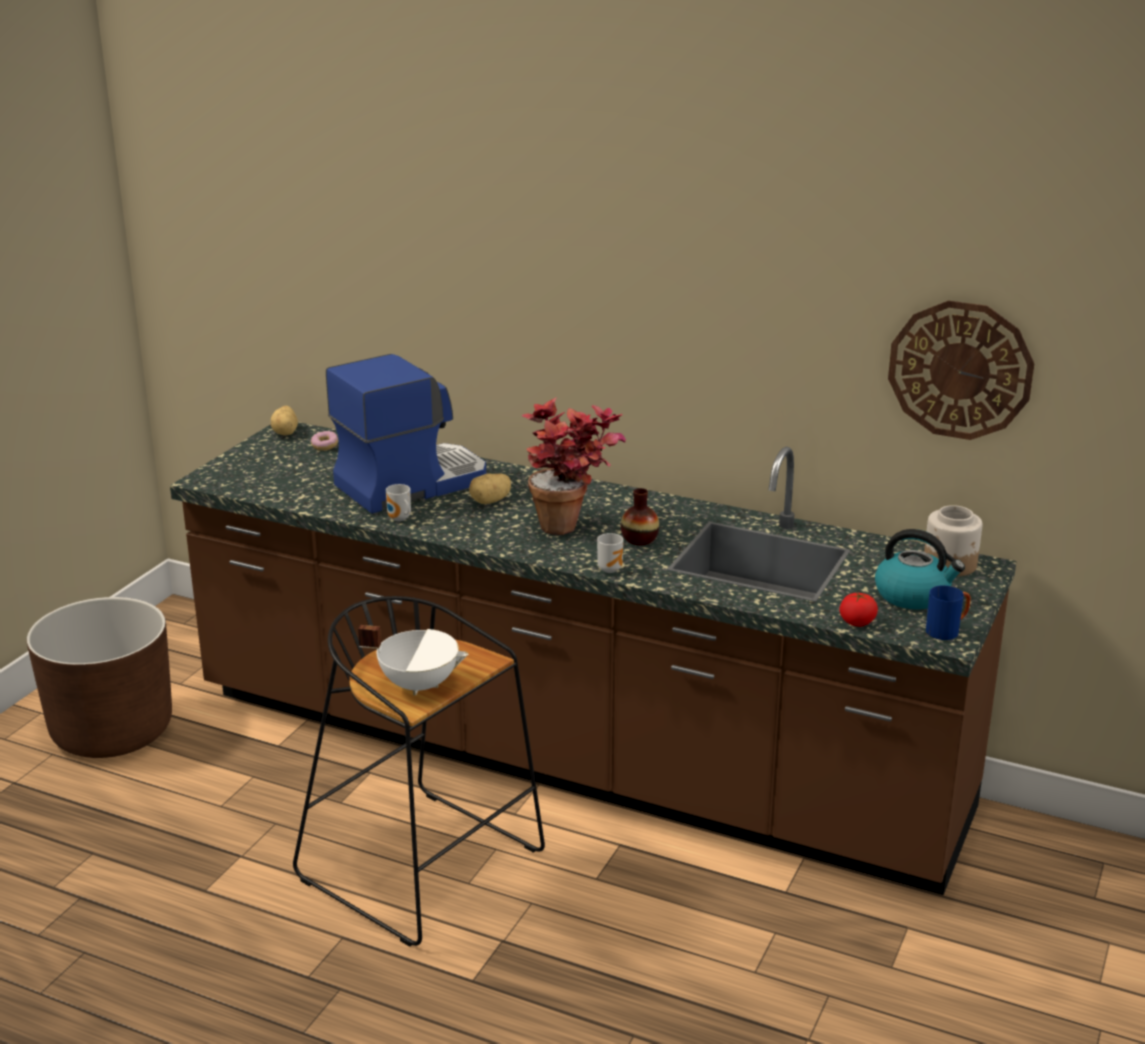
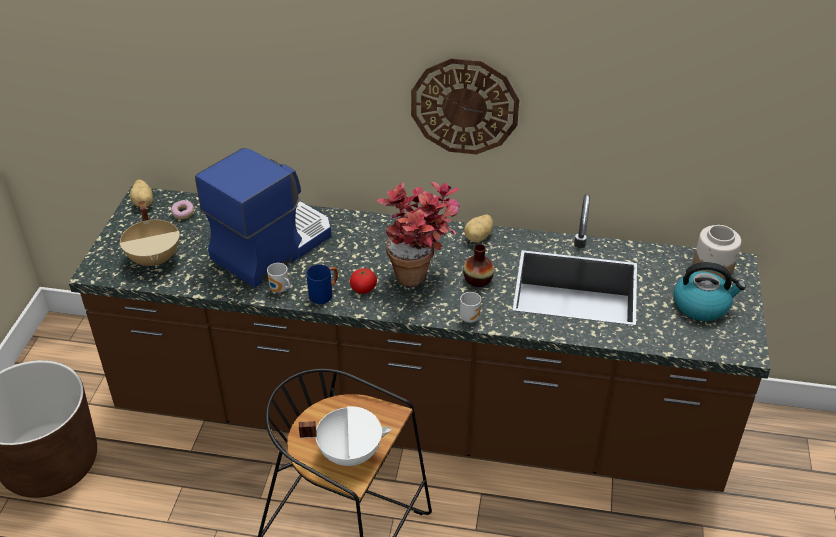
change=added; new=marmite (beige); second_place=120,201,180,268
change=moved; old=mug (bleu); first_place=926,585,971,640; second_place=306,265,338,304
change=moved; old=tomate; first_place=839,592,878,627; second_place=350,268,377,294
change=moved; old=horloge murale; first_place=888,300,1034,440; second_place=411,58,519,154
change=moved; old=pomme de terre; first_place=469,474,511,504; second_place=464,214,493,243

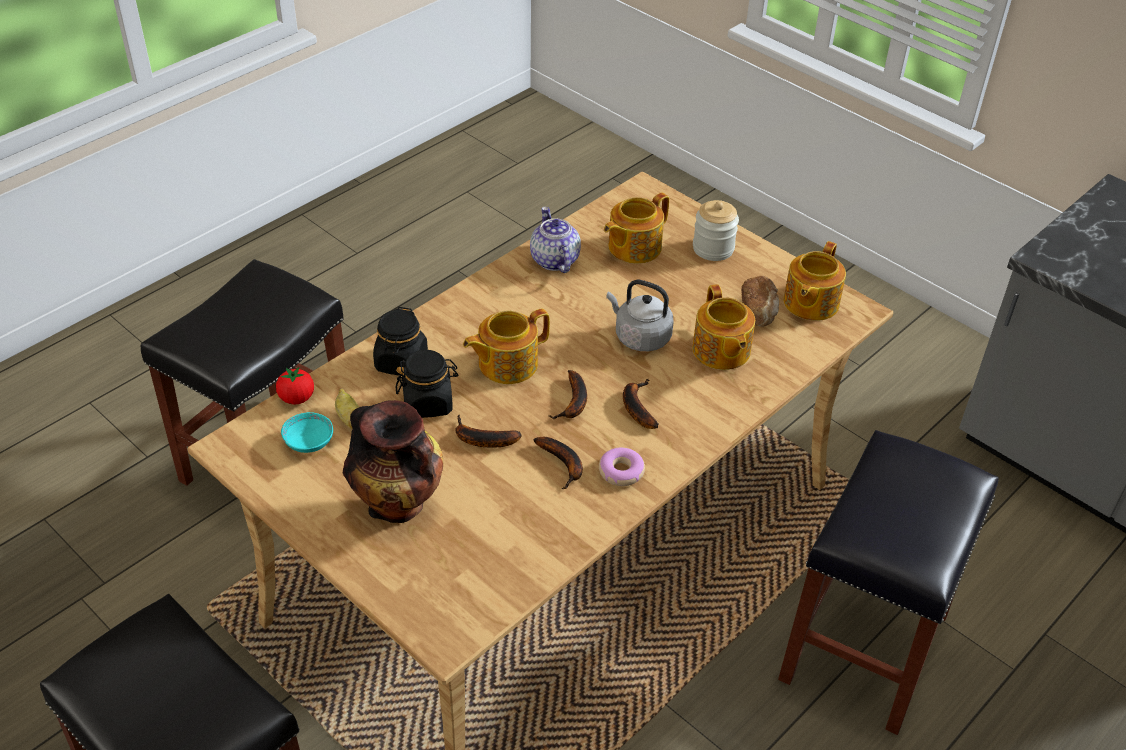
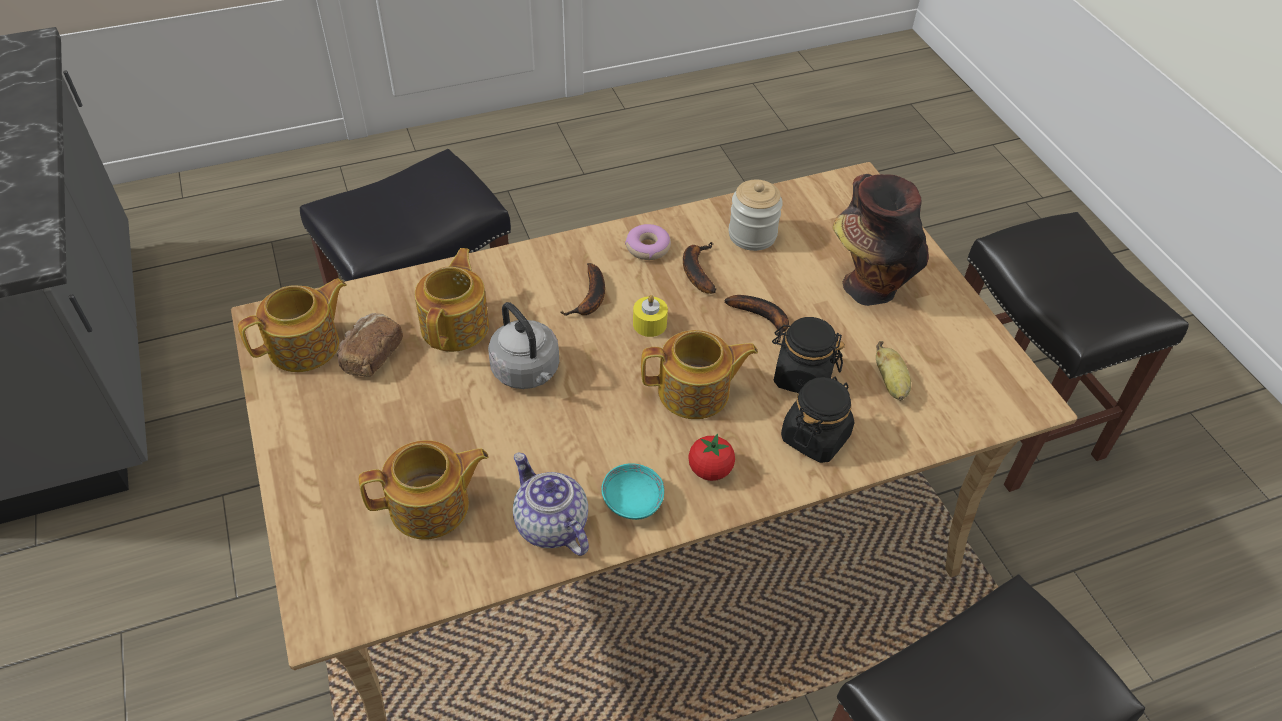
change=turned; old=théière; first_place=530,207,581,273; second_place=513,452,589,556; degrees=135
change=moved; old=bol (turquoise); first_place=281,412,333,453; second_place=601,464,664,520
change=replaced; old=banane; new=bougie (jaune); first_place=549,370,587,419; second_place=633,295,668,337
change=moved; old=tomate; first_place=276,367,314,405; second_place=688,434,735,481
change=moved; old=bocal; first_place=693,200,739,261; second_place=729,180,783,251

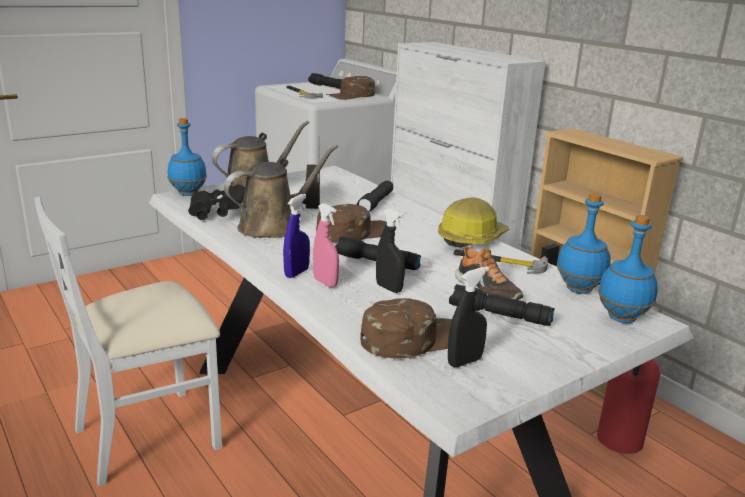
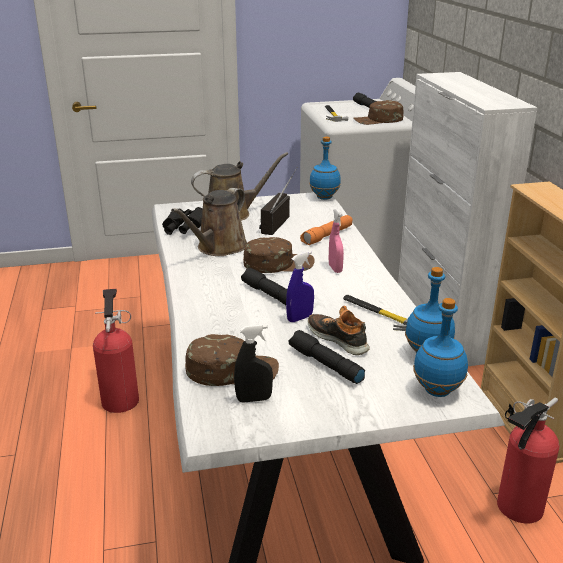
change=replaced; old=chaise (blanc); new=extincteur; first_place=34,197,222,486; second_place=93,289,139,413
change=turned; old=arrosoir (marron); first_place=224,144,338,238; second_place=171,188,247,256; degrees=135
change=moved; old=vaporisateur (bleu); first_place=283,194,310,278; second_place=286,251,314,322
change=recoloured; old=lampe de poche (noir); new=lampe de poche (orange); first_place=357,181,393,212; second_place=300,215,352,245
change=turned; old=chaussure; first_place=455,246,523,300; second_place=308,306,370,355; degrees=150
change=moved; old=bouteille (bleu); first_place=167,118,207,196; second_place=309,136,341,200
change=moved; old=vaporisateur (rose); first_place=313,203,339,287; second_place=329,209,344,273
change=removed; old=vaporisateur (noir); first_place=376,208,405,293
change=removed; old=casque de chantier; first_place=438,197,509,248

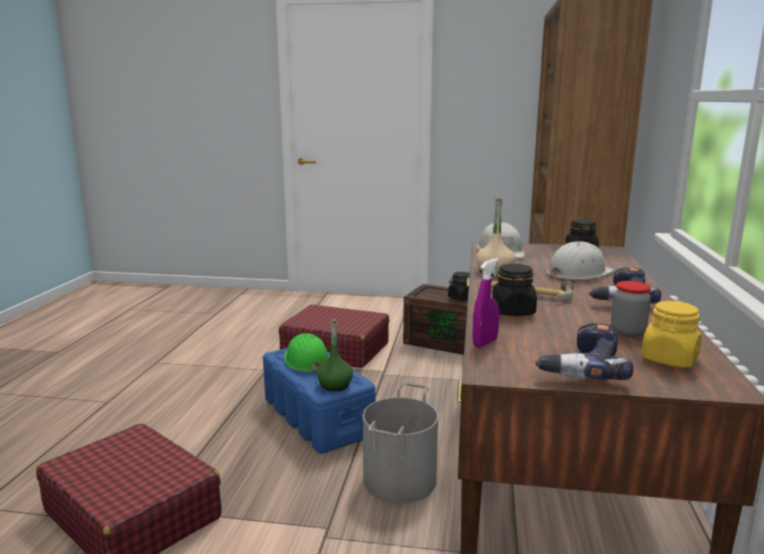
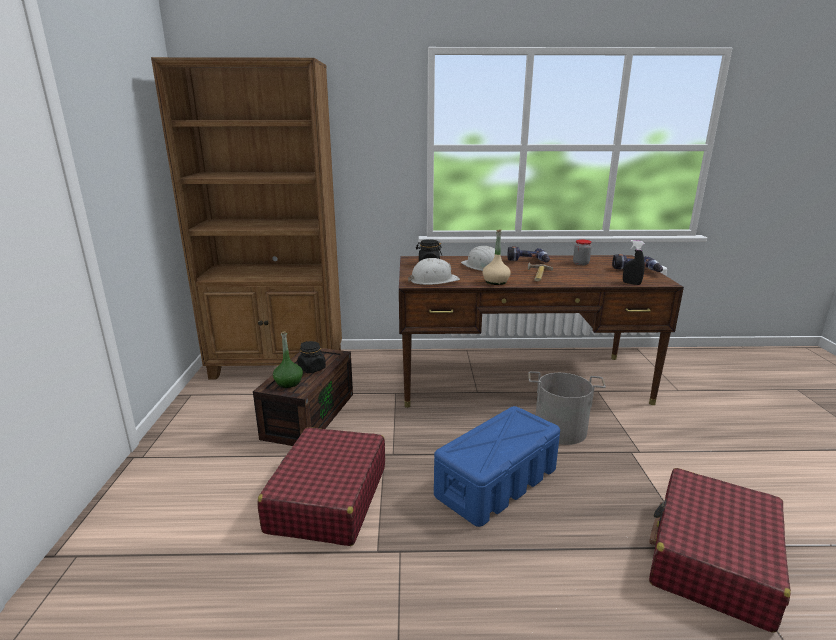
change=moved; old=bouteille (vert); first_place=317,319,353,391; second_place=273,331,303,388
change=recoloured; old=vaporisateur (violet); new=vaporisateur (noir); first_place=472,258,500,347; second_place=623,240,645,285
change=removed; old=casque de chantier (vert); first_place=284,333,329,373
change=removed; old=bocal (noir); first_place=492,264,537,316
change=removed; old=bocal (jaune); first_place=641,301,702,368

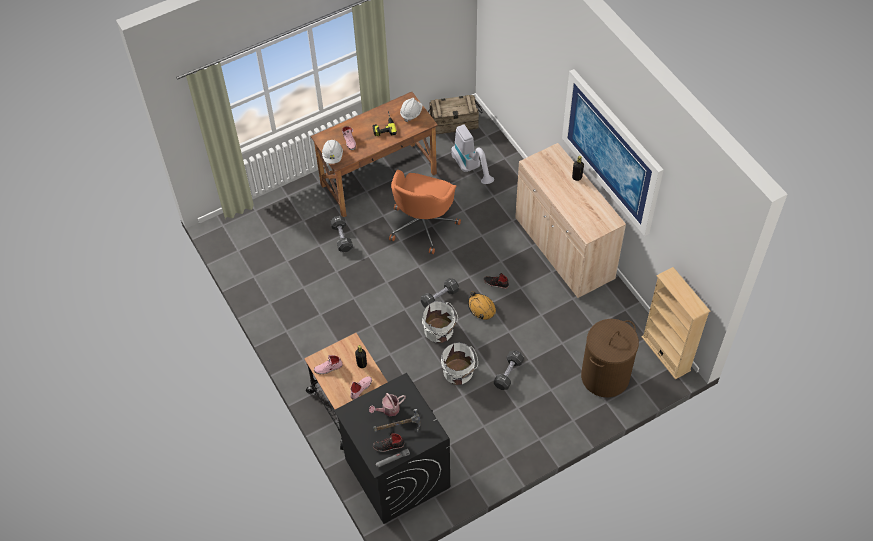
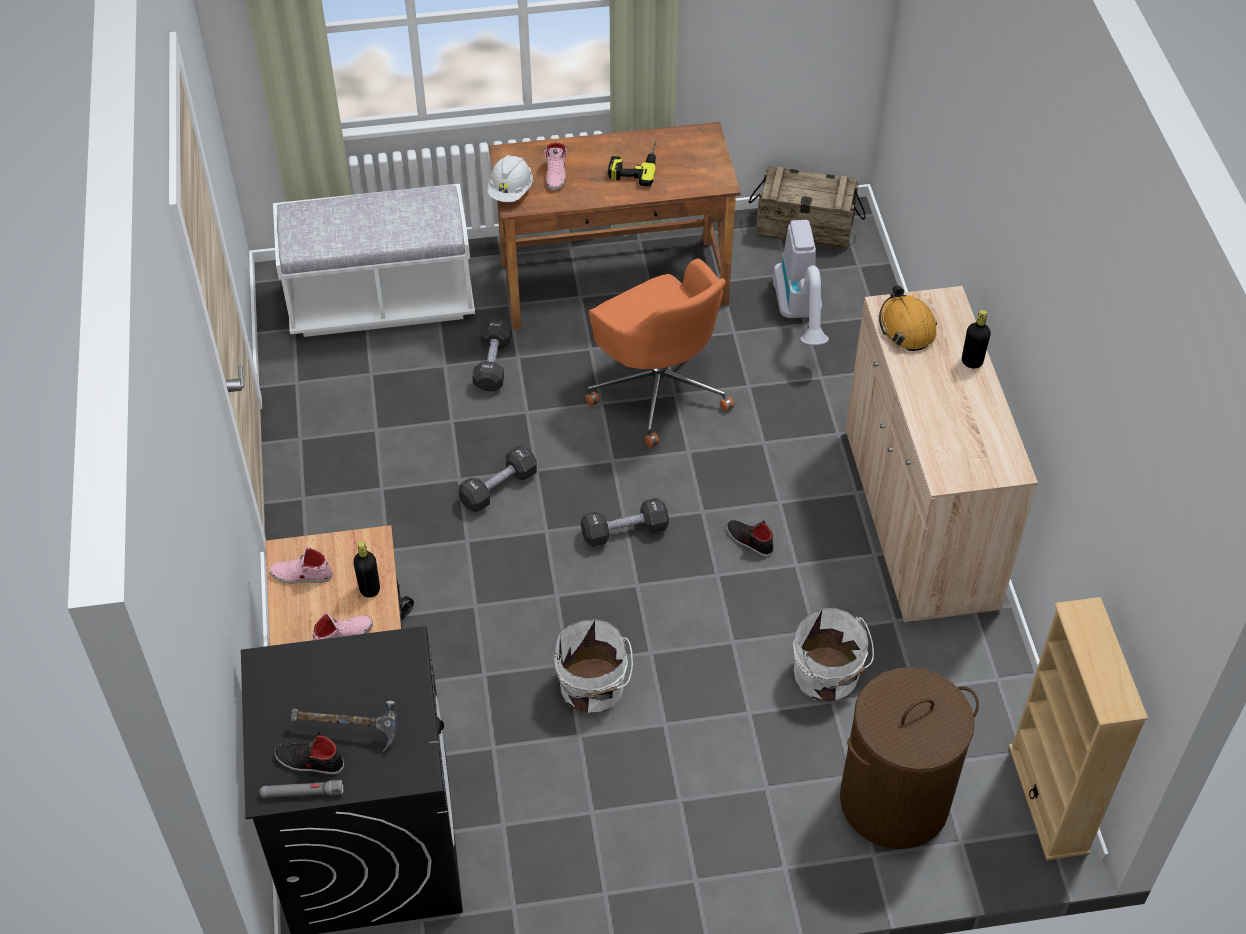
change=added; new=banc (blanc); second_place=273,184,475,337
change=moved; old=haltère (noir); first_place=494,350,524,390; second_place=458,446,537,512
change=turned; old=chaise de bureau (orange); first_place=389,170,461,254; second_place=585,258,734,448; degrees=-75
change=moved; old=seau (blanc); first_place=422,301,458,343; second_place=793,608,874,702
change=moved; old=casque de chantier (orange); first_place=468,291,496,320; second_place=879,285,937,351
change=removed; old=arrosoir; first_place=369,393,406,416
change=removed; old=casque de chantier (blanc); first_place=400,98,423,122
change=removed; old=tableau; first_place=562,69,664,236

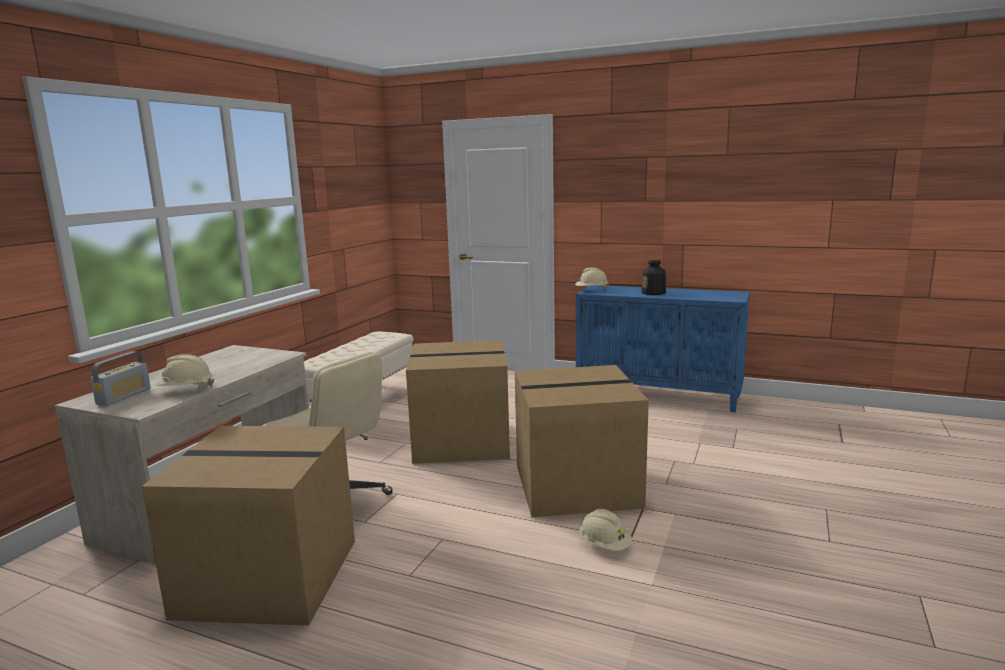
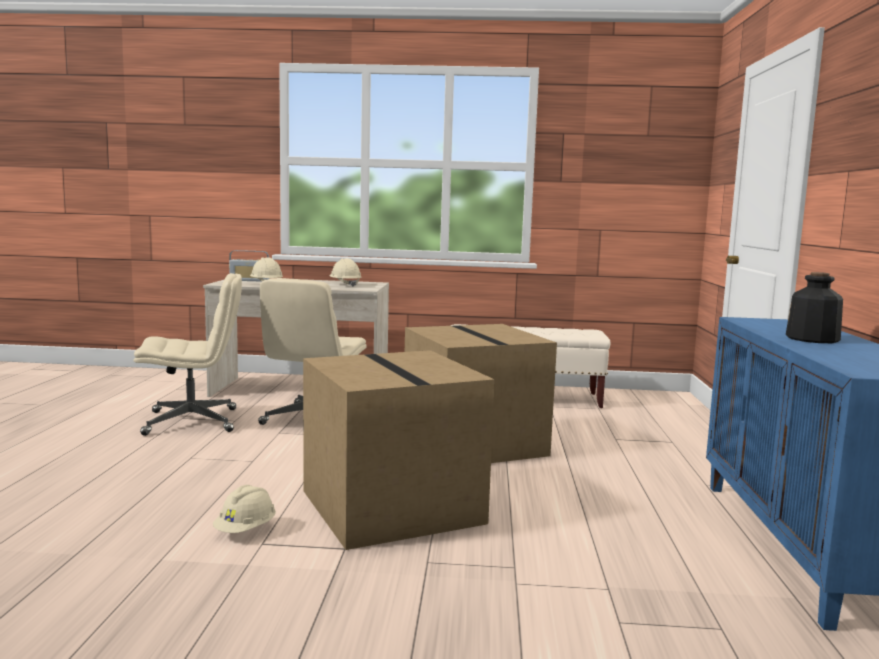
change=replaced; old=carton; new=chaise de bureau (beige); first_place=141,426,355,626; second_place=134,273,242,436
change=moved; old=casque de chantier (beige); first_place=575,267,609,289; second_place=329,258,361,287

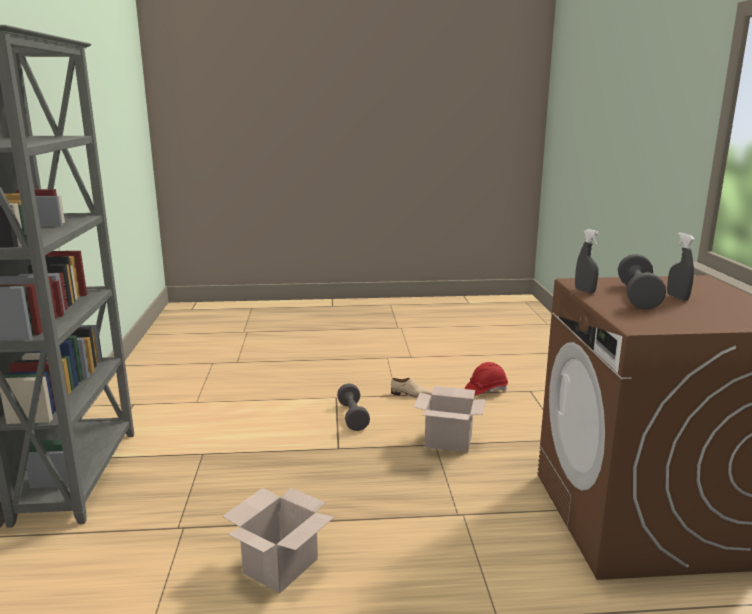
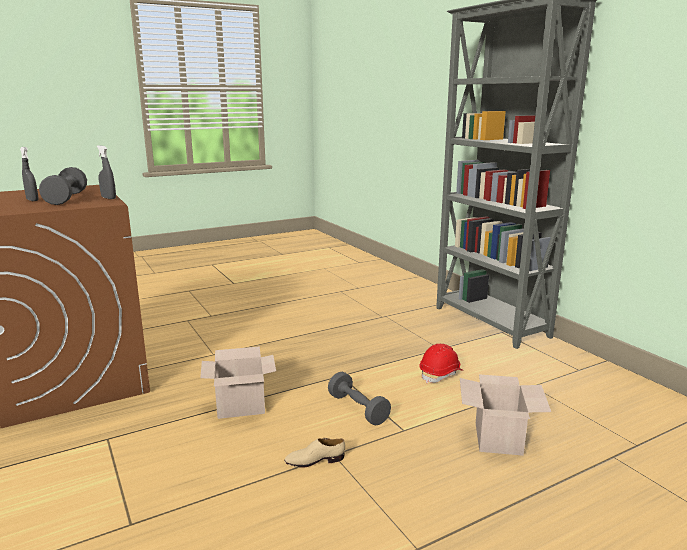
change=moved; old=casque de chantier (rouge); first_place=465,362,508,396; second_place=419,344,463,383
change=moved; old=carton; first_place=222,488,334,593; second_place=460,374,551,456

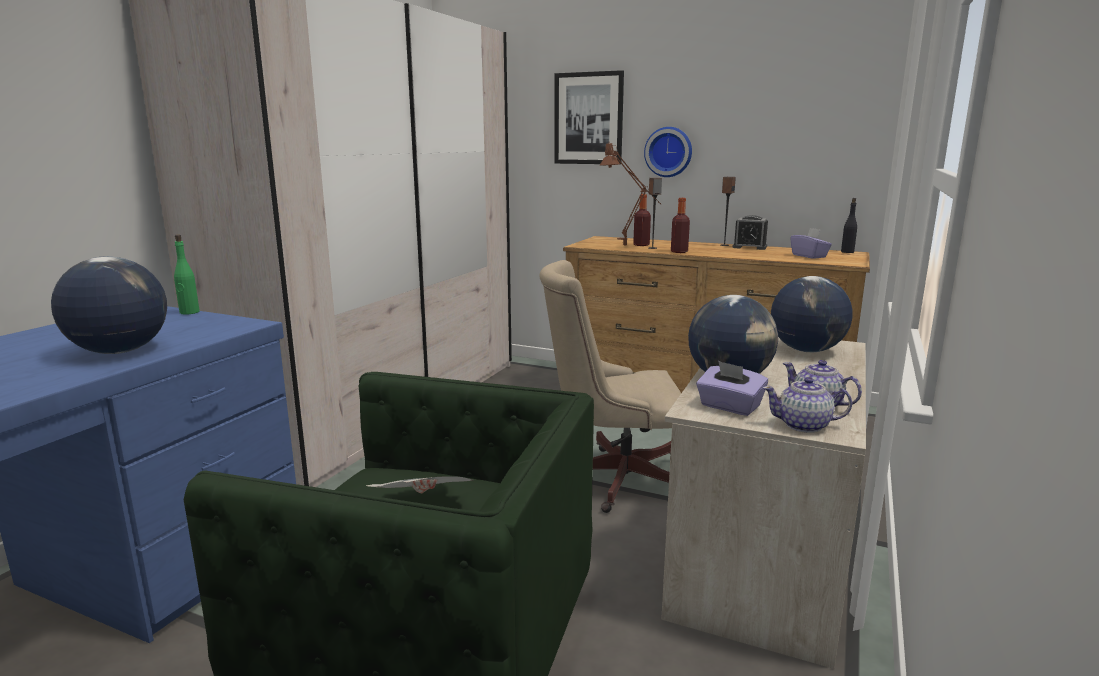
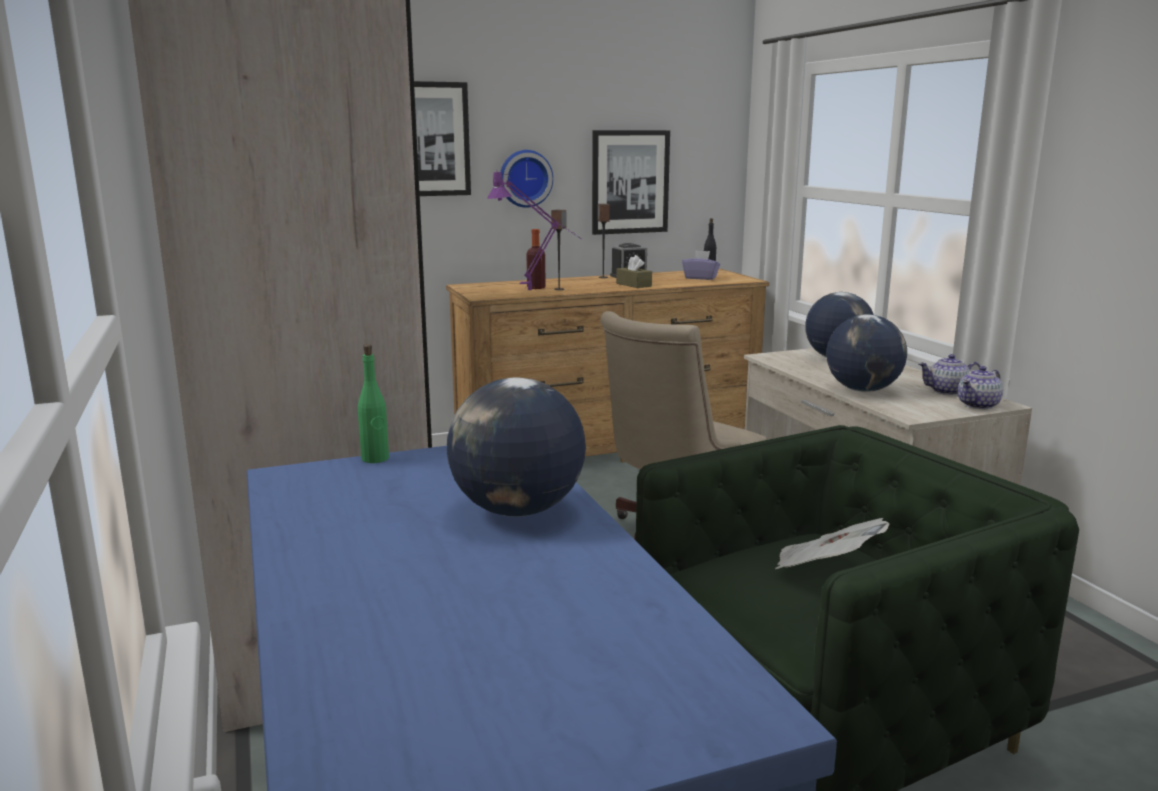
change=recoloured; old=lampe de table (marron); new=lampe de table (violet); first_place=599,143,661,245; second_place=487,172,582,290
change=added; new=tableau; second_place=592,130,670,235
change=added; new=boîte à mouchoirs (marron); second_place=616,255,652,288
change=removed; old=bouteille; first_place=671,198,690,253
change=removed; old=boîte à mouchoirs (violet); first_place=696,361,768,416

